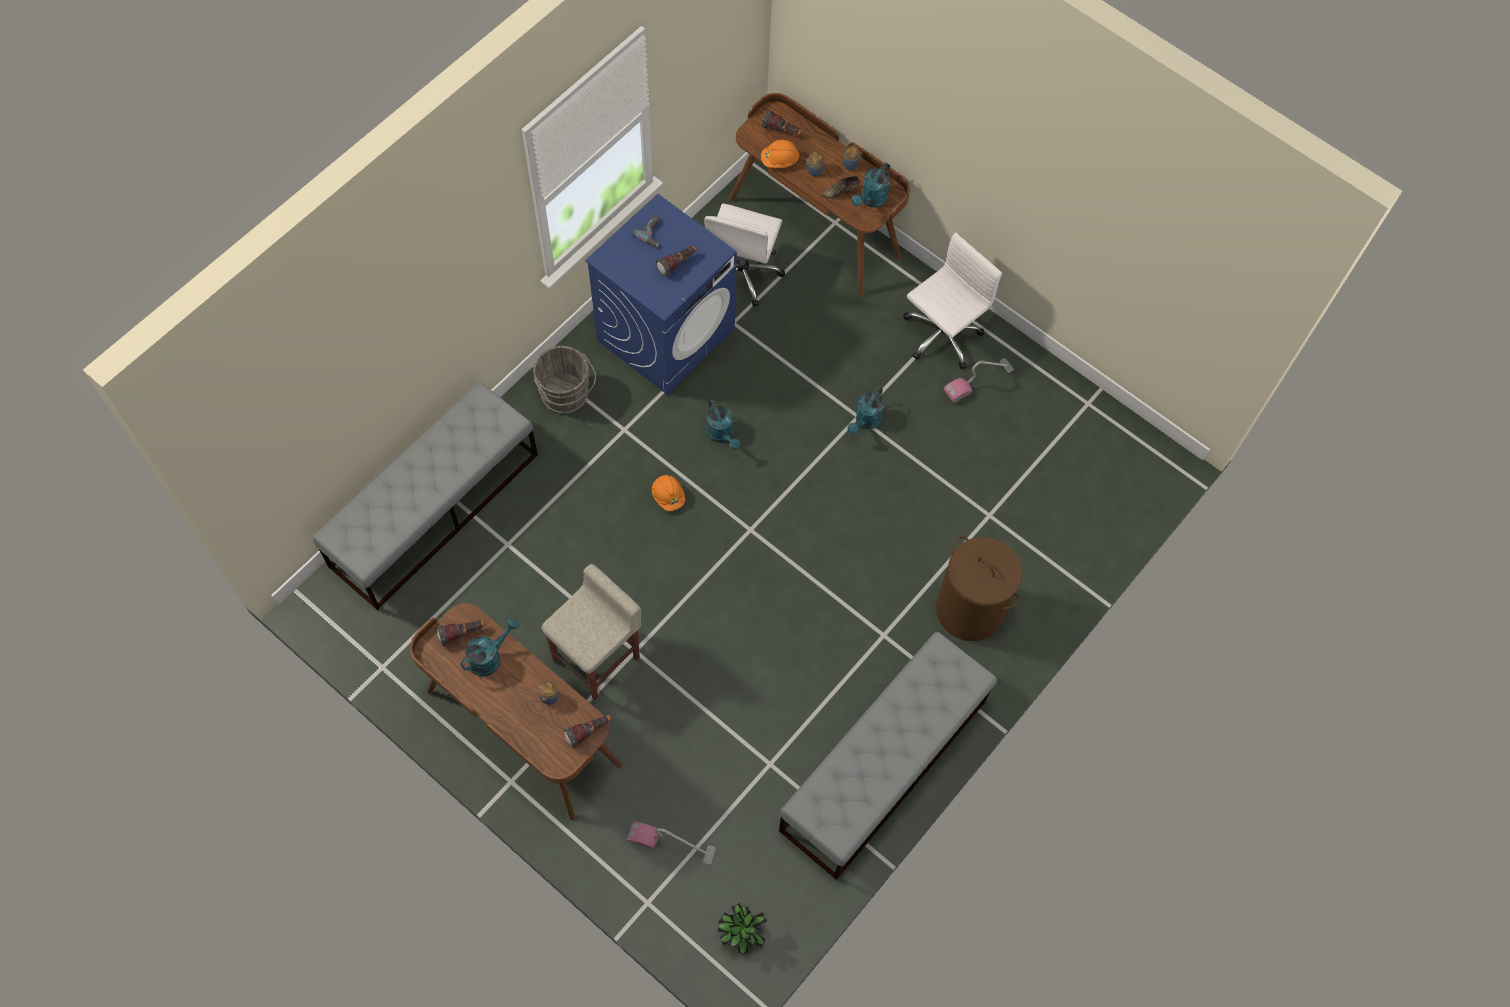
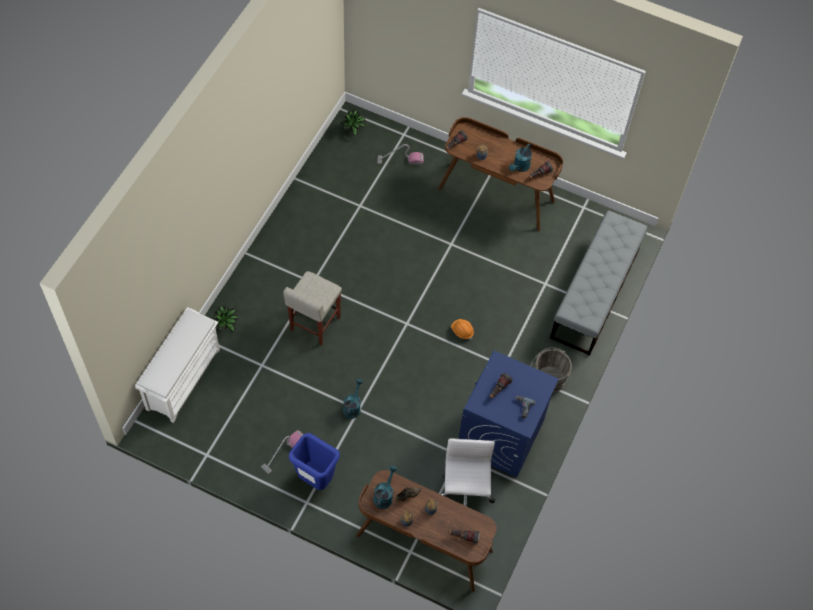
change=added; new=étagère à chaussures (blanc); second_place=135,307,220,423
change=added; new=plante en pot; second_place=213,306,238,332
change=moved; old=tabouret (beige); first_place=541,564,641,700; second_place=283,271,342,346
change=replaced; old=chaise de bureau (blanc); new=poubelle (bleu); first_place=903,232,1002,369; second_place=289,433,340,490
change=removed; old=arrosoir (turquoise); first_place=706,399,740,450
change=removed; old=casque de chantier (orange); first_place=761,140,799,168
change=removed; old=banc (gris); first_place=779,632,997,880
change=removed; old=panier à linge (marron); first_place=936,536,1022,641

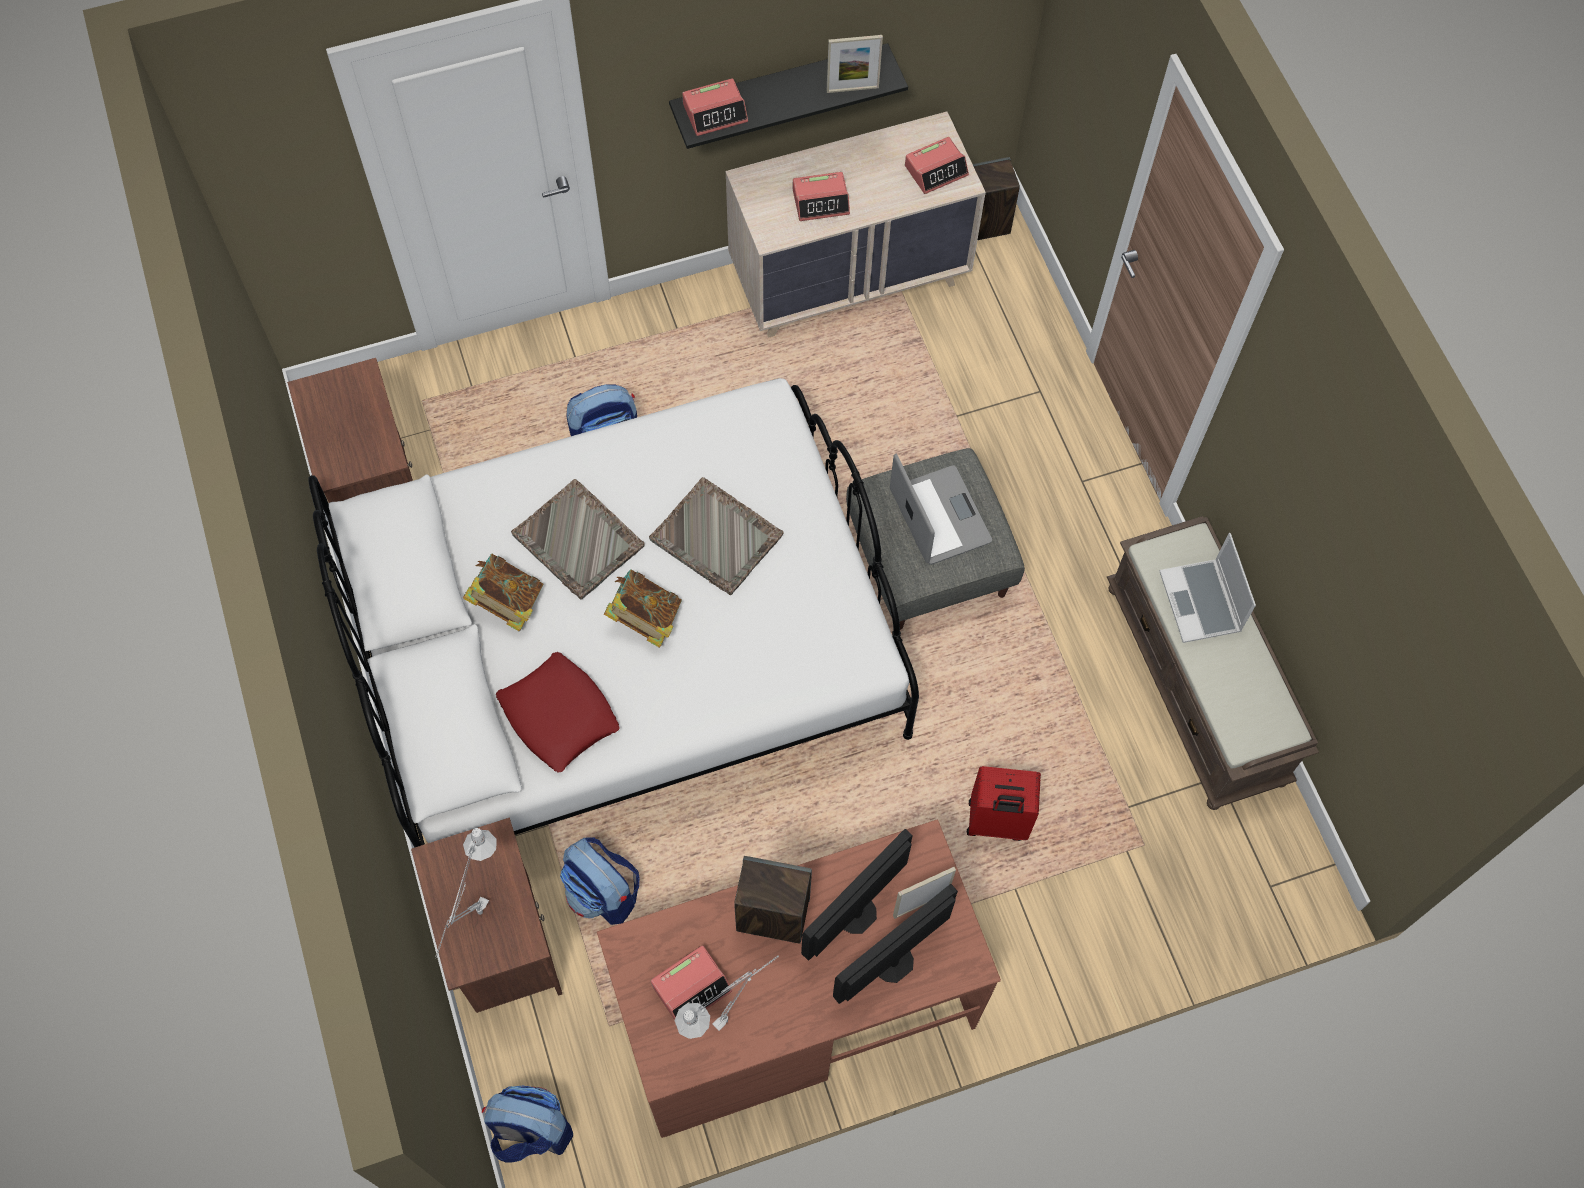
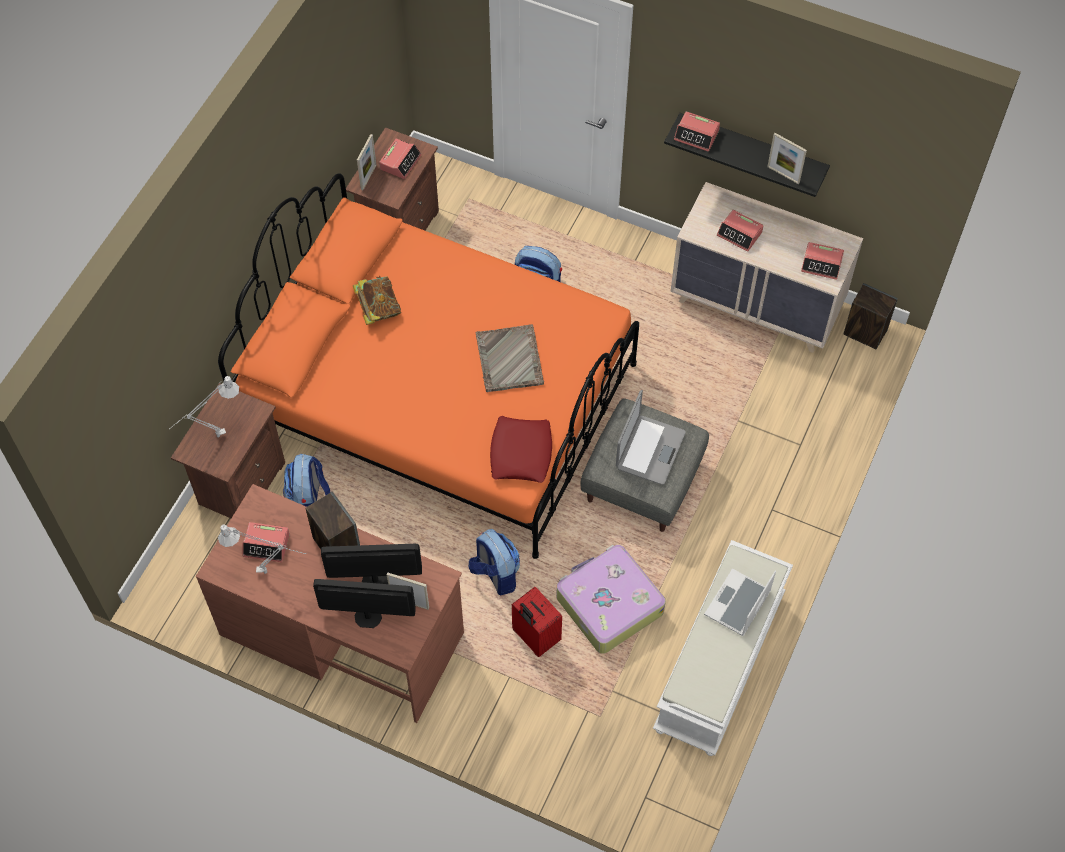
change=recoloured; old=lit (blanc); new=lit (orange); first_place=309,378,919,847; second_place=218,173,639,559
change=added; new=cadre photo; second_place=357,134,376,190
change=added; new=réveil; second_place=379,138,422,179
change=moved; old=sac à dos; first_place=482,1086,573,1163; second_place=469,529,520,595
change=moved; old=coussin (rouge); first_place=496,652,620,772; second_place=490,416,552,483
change=added; new=valise; second_place=556,545,666,654
change=recoloured; old=banc (marron); new=banc (blanc); first_place=1107,516,1319,810; second_place=653,540,793,756
change=removed; old=plateau (gris); first_place=511,479,645,600
change=removed; old=livre; first_place=604,569,682,648

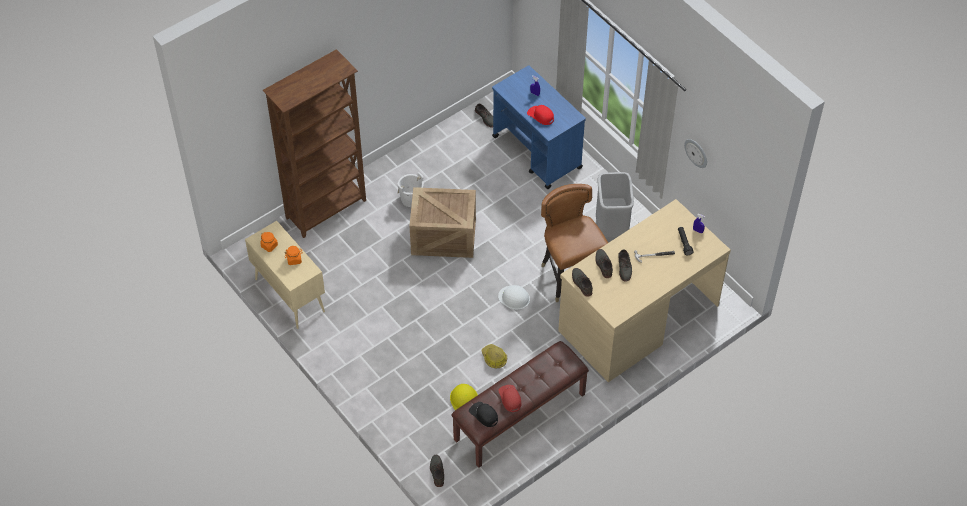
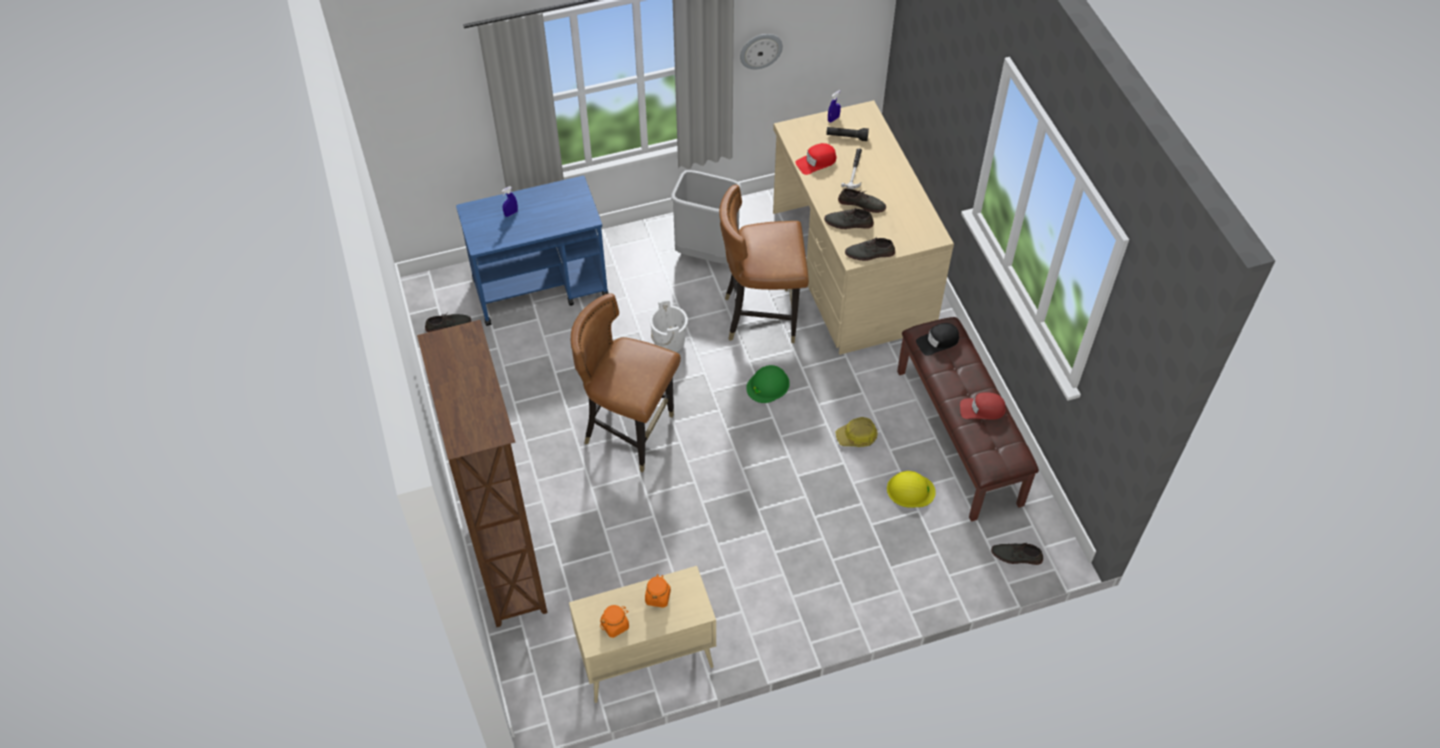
change=replaced; old=caisse; new=chaise (marron); first_place=409,187,476,258; second_place=571,293,681,472
change=moved; old=seau (blanc); first_place=397,172,424,207; second_place=650,299,688,352
change=recoloured; old=casque de chantier (blanc); new=casque de chantier (vert); first_place=498,285,530,310; second_place=746,365,790,403
change=moved; old=casquette (rouge); first_place=527,105,554,125; second_place=795,143,836,175
change=moved; old=casquette (noir); first_place=469,402,498,427; second_place=916,323,959,356

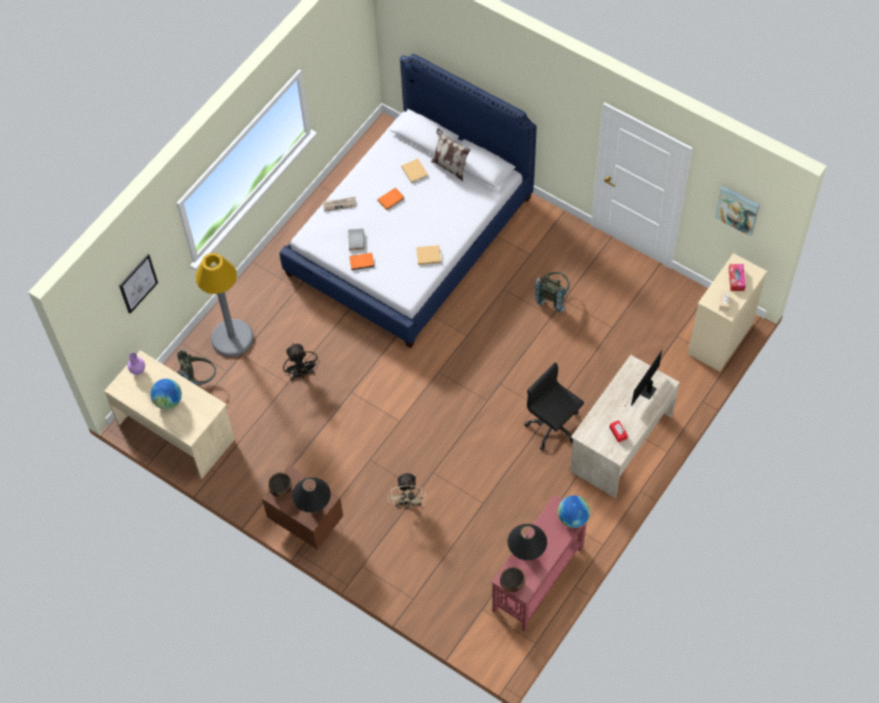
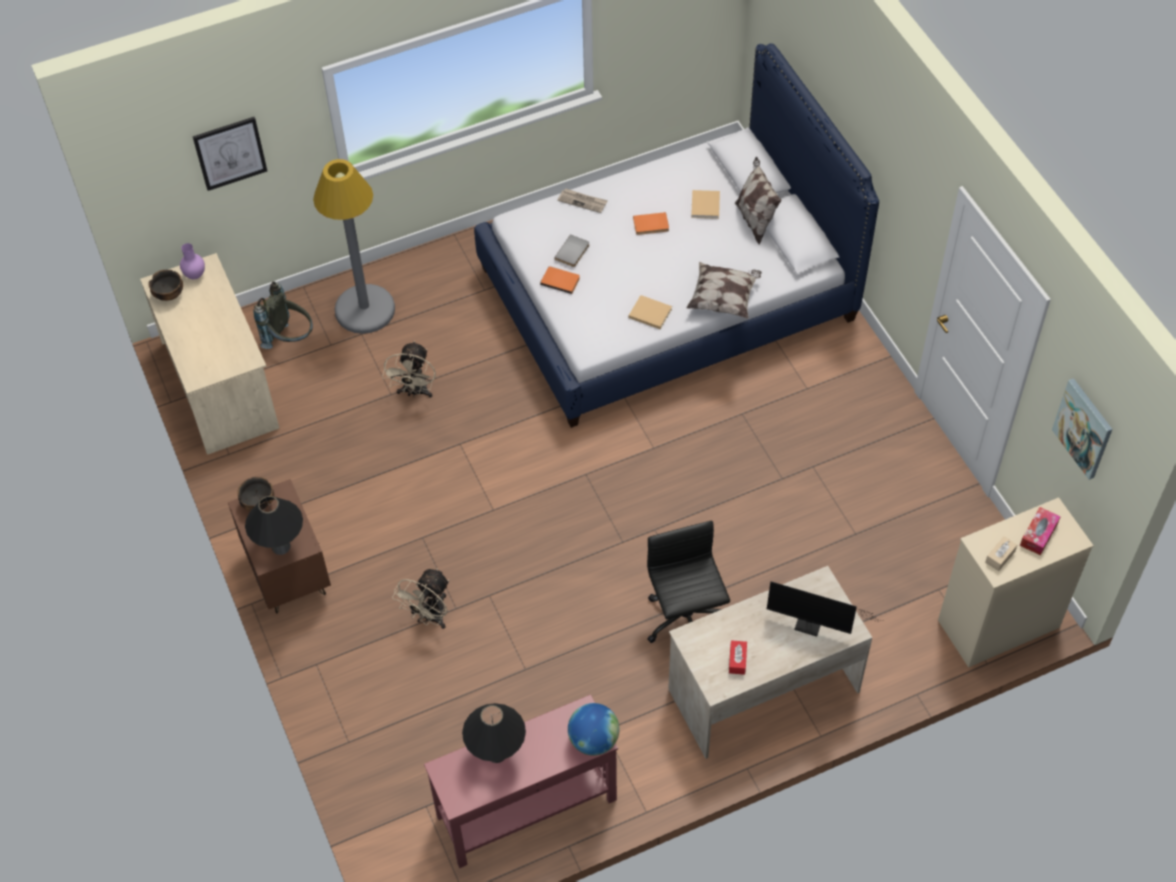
change=moved; old=bol; first_place=500,567,525,592; second_place=149,270,183,301
change=recoloured; old=ventilateur (noir); new=ventilateur (beige); first_place=283,343,319,381; second_place=382,341,436,398
change=added; new=coussin; second_place=687,262,762,319
change=turned; old=écran d'ordinateur; first_place=629,351,662,406; second_place=767,581,883,636; degrees=-135
change=removed; old=globe; first_place=151,379,182,410
change=removed; old=sac à dos (gris); first_place=535,272,570,313

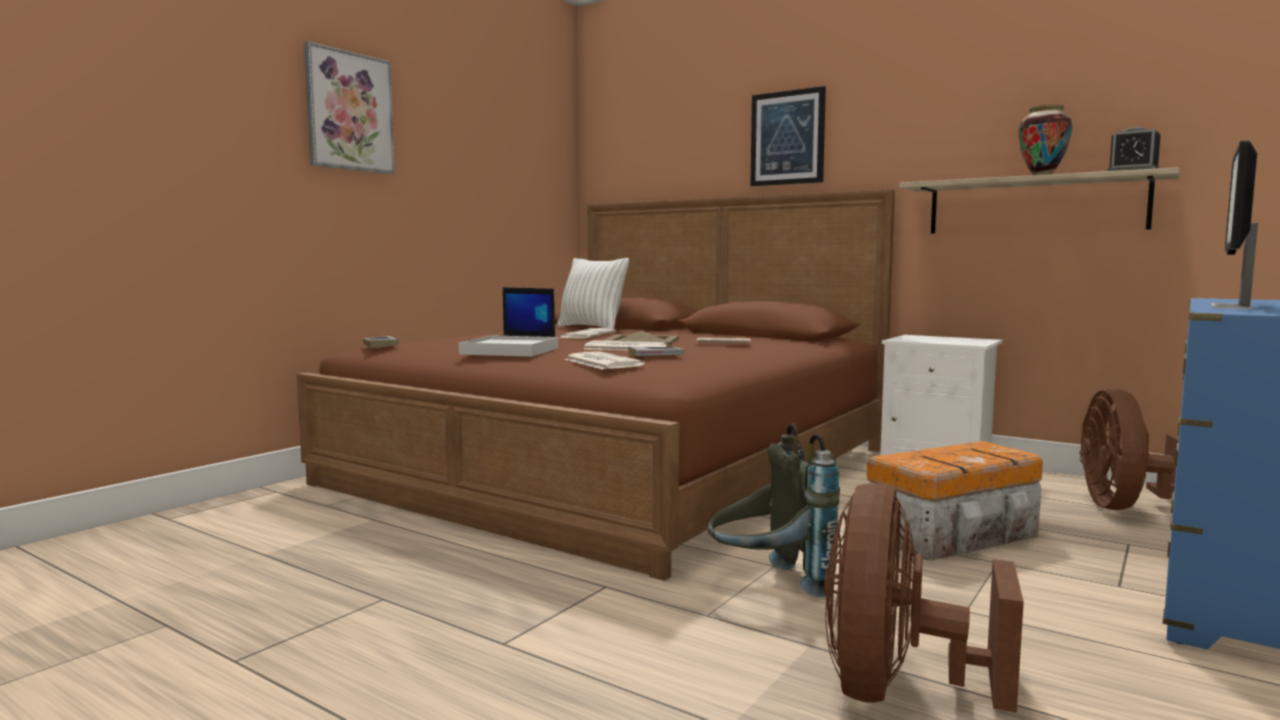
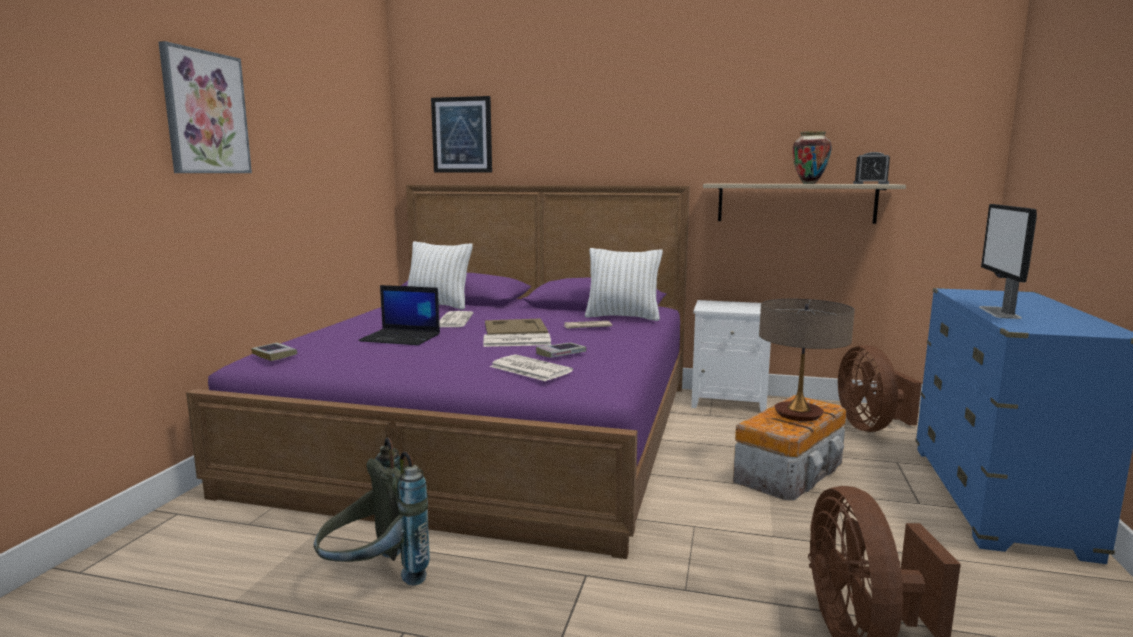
change=recoloured; old=lit (marron); new=lit (violet); first_place=297,190,895,581; second_place=186,185,690,559
change=moved; old=sac à dos (gris); first_place=707,423,840,597; second_place=314,437,430,586
change=moved; old=tableau; first_place=750,86,826,186; second_place=431,96,492,172
change=added; new=coussin (blanc); second_place=585,248,663,321
change=added; new=lampe de table; second_place=759,299,855,421
change=removed; old=plateau (blanc); first_place=459,335,558,357

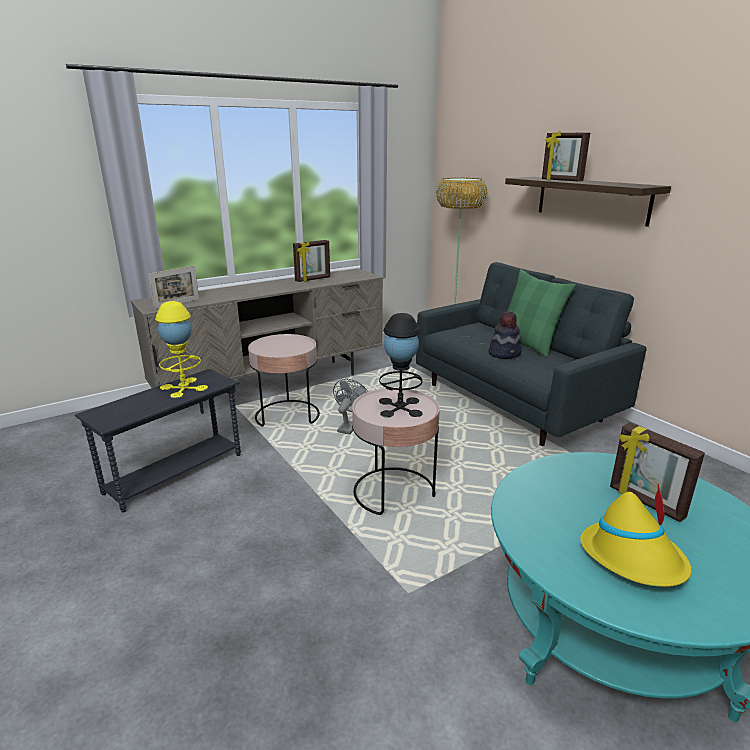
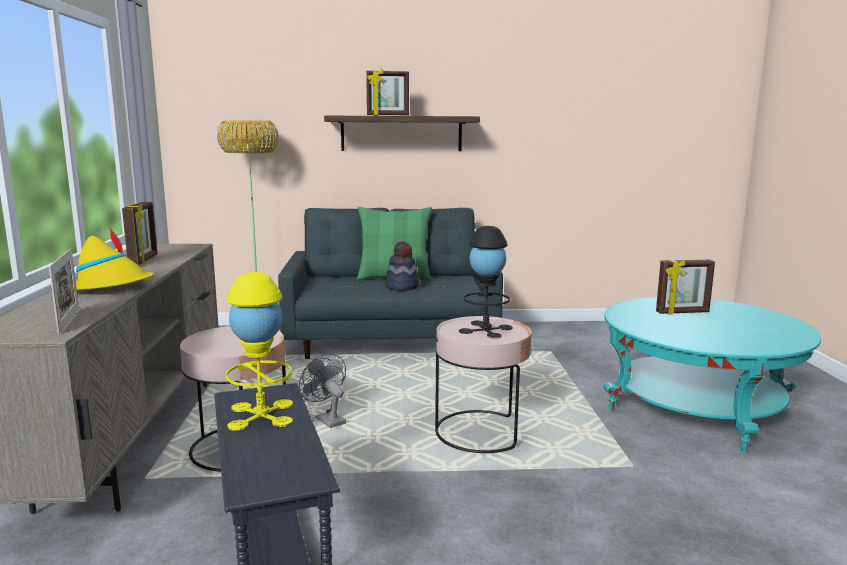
change=moved; old=chapeau (jaune); first_place=580,483,692,587; second_place=76,226,154,291

